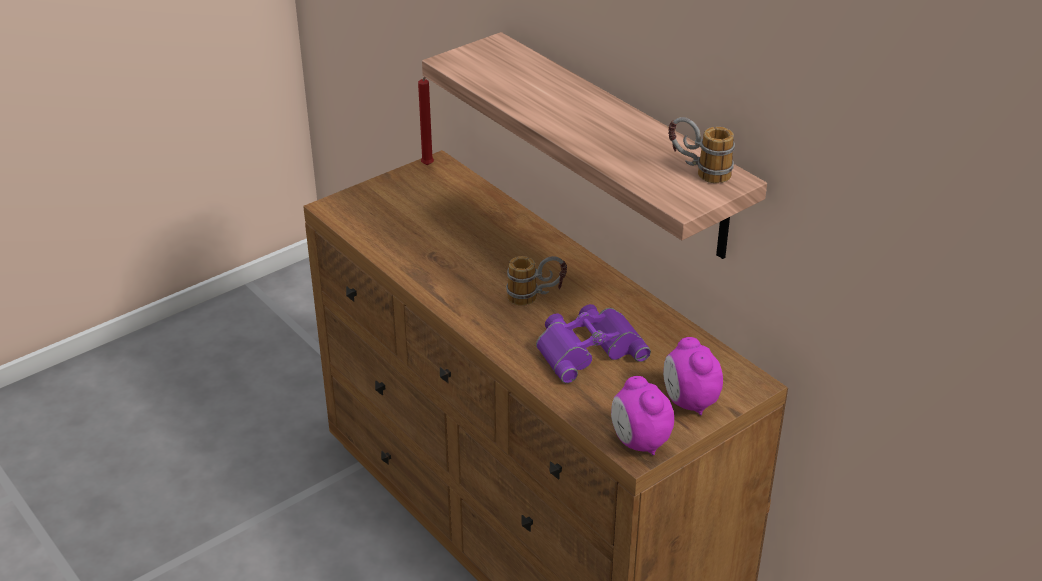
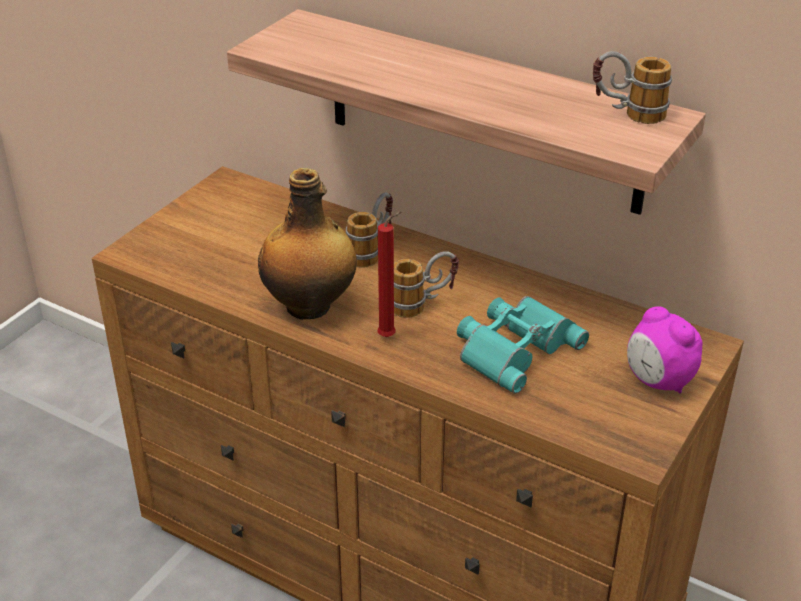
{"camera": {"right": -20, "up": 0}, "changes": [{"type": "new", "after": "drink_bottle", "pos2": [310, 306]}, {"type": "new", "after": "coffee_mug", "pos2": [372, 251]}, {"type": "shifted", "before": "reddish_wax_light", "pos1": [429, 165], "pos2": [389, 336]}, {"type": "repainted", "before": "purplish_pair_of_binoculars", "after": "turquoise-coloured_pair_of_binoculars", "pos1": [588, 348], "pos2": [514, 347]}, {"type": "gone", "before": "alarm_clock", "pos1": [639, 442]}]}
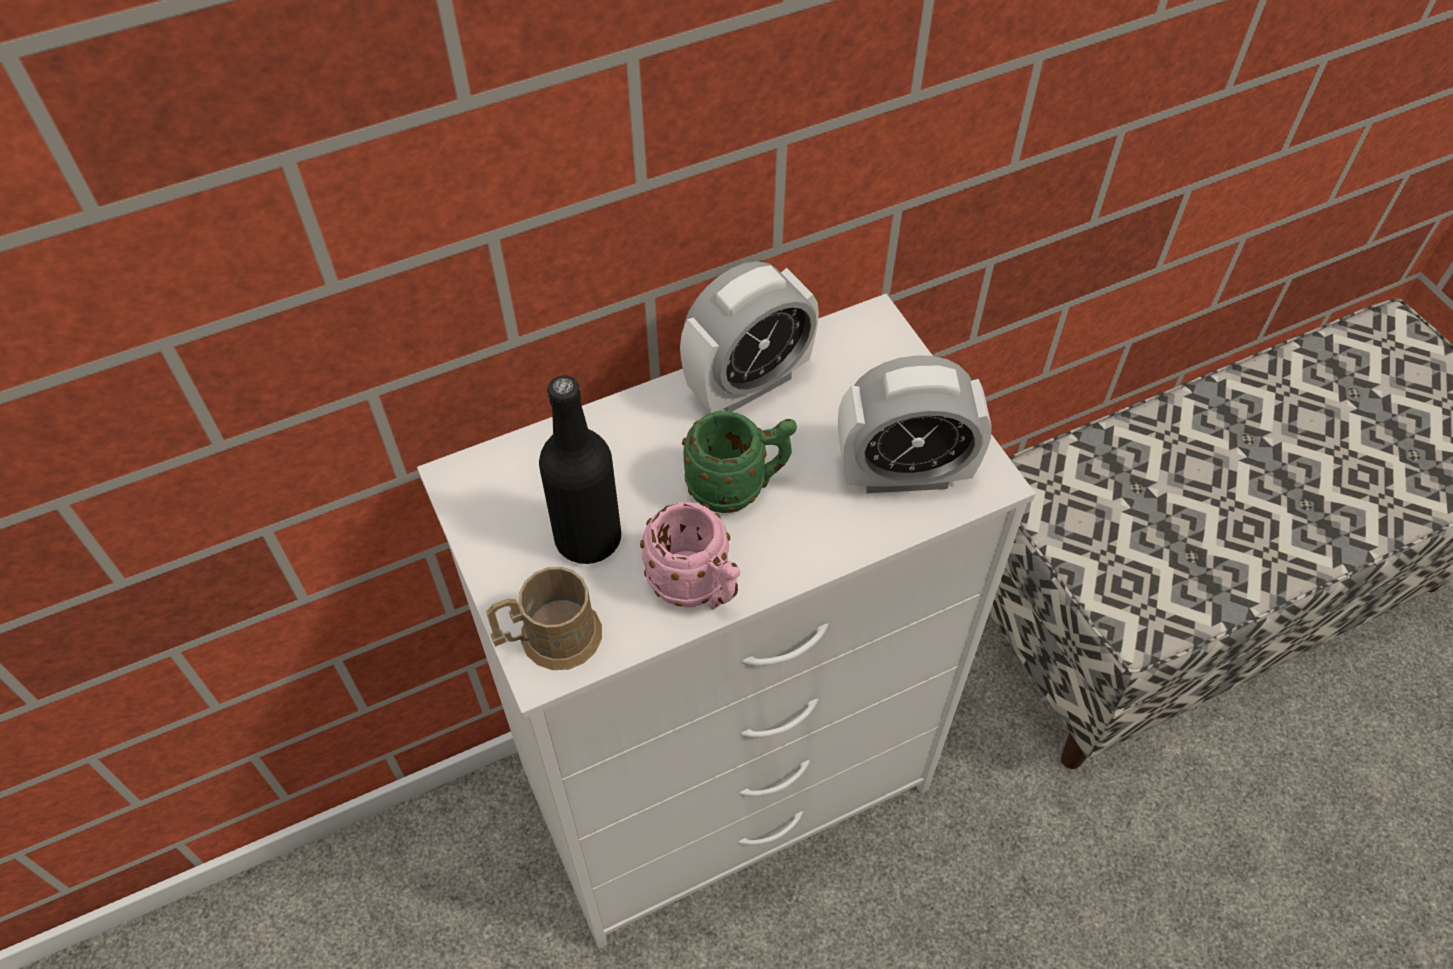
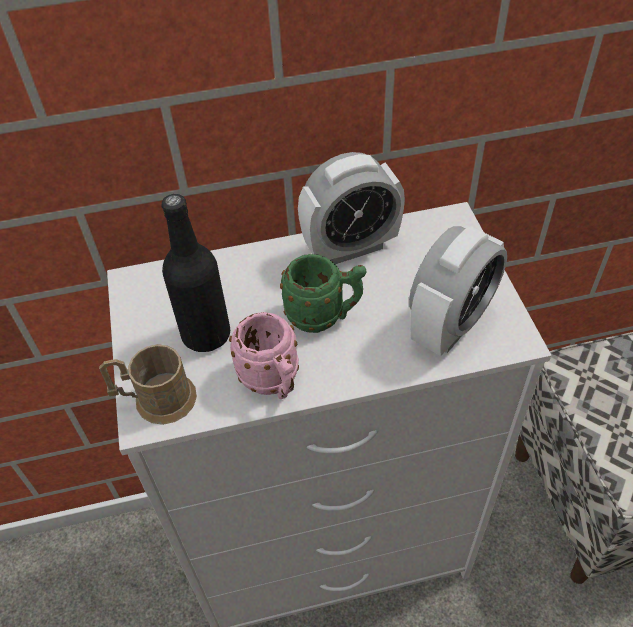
{"camera": {"right": 15, "up": -5}, "changes": [{"type": "rotated", "before": "alarm_clock", "pos1": [904, 474], "pos2": [450, 325], "turn": -60}]}
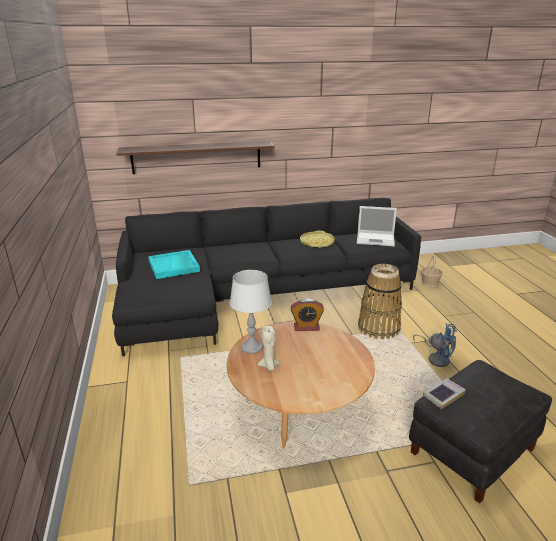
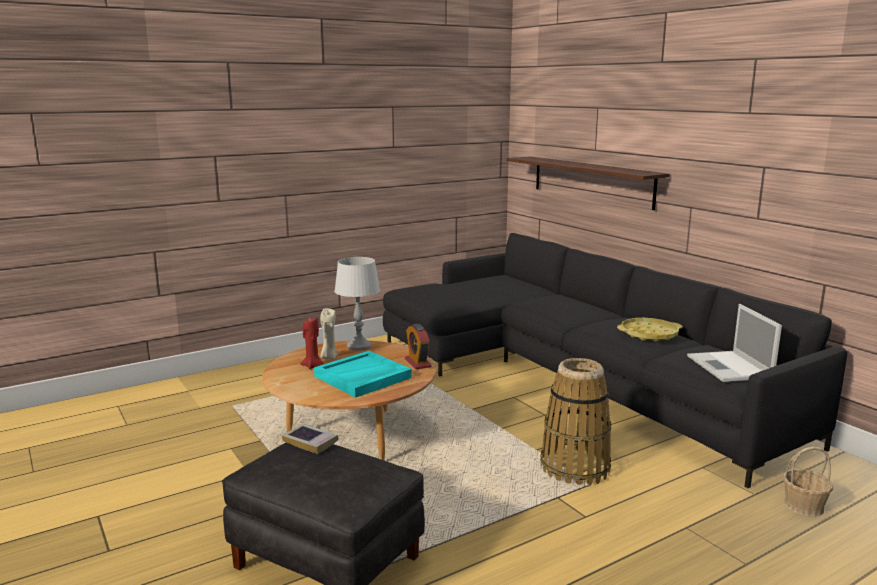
{"camera": {"right": 70, "up": -10}, "changes": [{"type": "new", "after": "reddish_wax_light", "pos2": [312, 366]}, {"type": "shifted", "before": "turquoise-coloured_serving_tray", "pos1": [174, 266], "pos2": [362, 377]}, {"type": "gone", "before": "bluish_electric_fan", "pos1": [436, 358]}]}
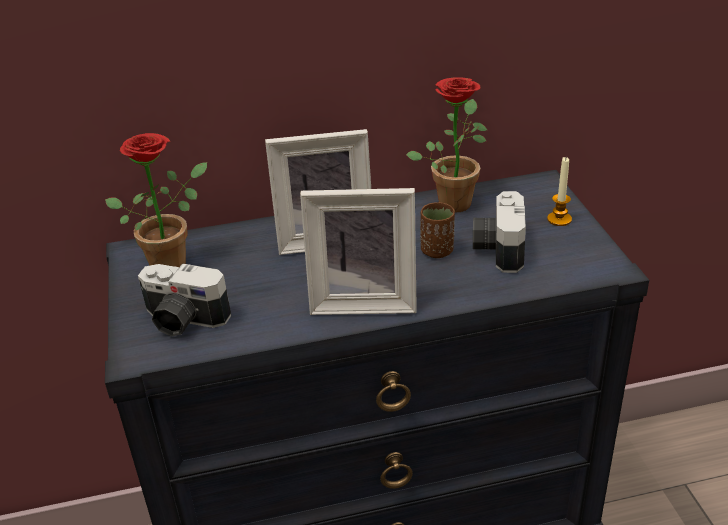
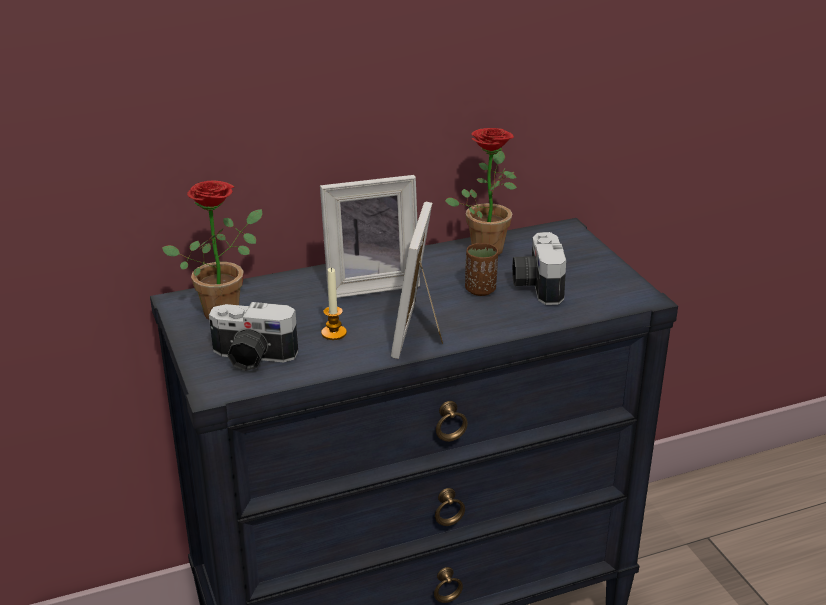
{"camera": {"right": -10, "up": -5}, "changes": [{"type": "shifted", "before": "wax_light", "pos1": [559, 219], "pos2": [334, 333]}, {"type": "rotated", "before": "picture_frame", "pos1": [363, 300], "pos2": [421, 333], "turn": 105}]}
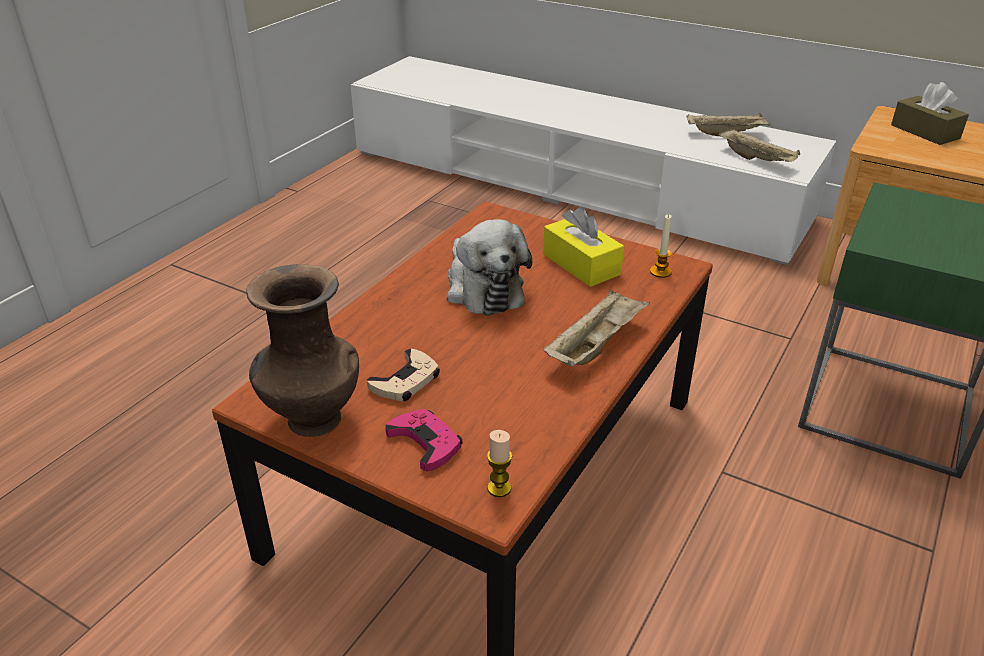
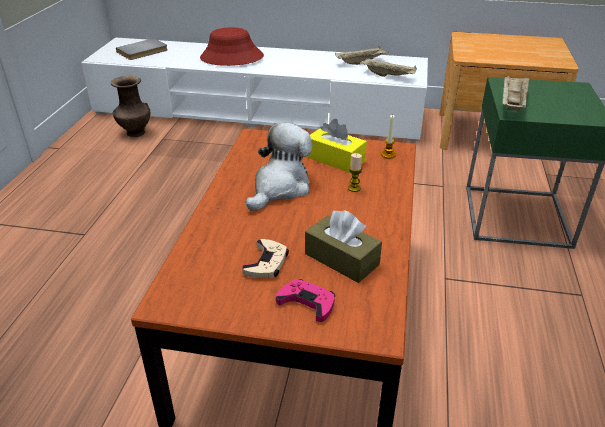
{"camera": {"right": -20, "up": 0}, "changes": [{"type": "shifted", "before": "brown_decorative_vase", "pos1": [312, 420], "pos2": [135, 133]}, {"type": "new", "after": "greyish_bound_book", "pos2": [143, 51]}, {"type": "new", "after": "reddish_clothing_hat", "pos2": [231, 58]}, {"type": "rotated", "before": "soft_toy", "pos1": [483, 288], "pos2": [280, 188], "turn": -105}, {"type": "shifted", "before": "brown_box_of_tissues", "pos1": [925, 132], "pos2": [341, 259]}, {"type": "shifted", "before": "wax_light", "pos1": [499, 488], "pos2": [354, 188]}, {"type": "shifted", "before": "beige-coloured_serving_tray", "pos1": [595, 345], "pos2": [512, 103]}]}
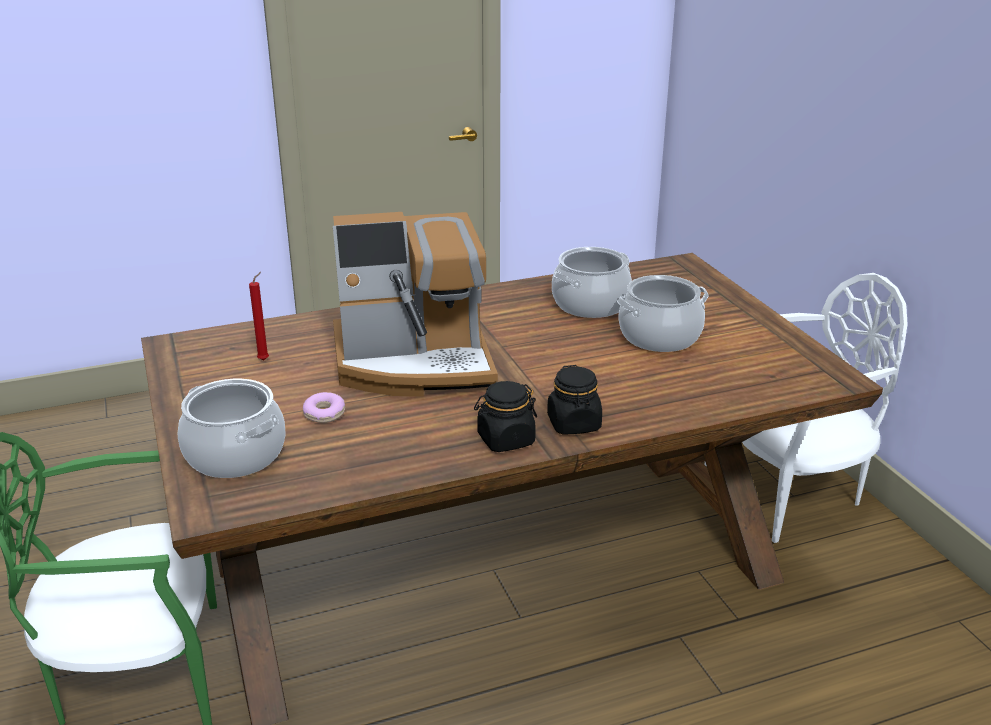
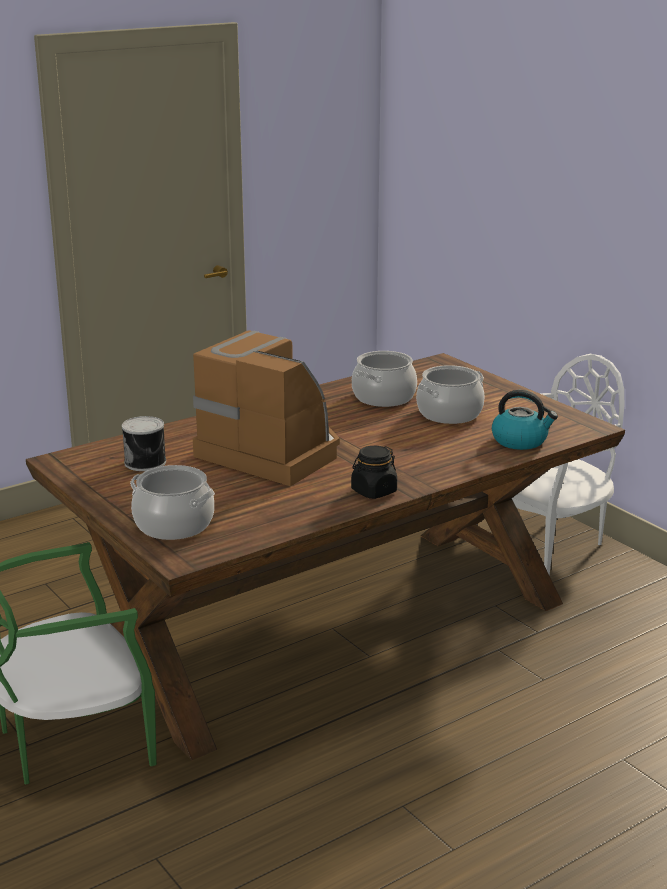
{"camera": {"right": -15, "up": -5}, "changes": [{"type": "swapped", "before": "reddish_wax_light", "after": "can", "pos1": [265, 359], "pos2": [146, 462]}, {"type": "rotated", "before": "coffee_brewer", "pos1": [415, 363], "pos2": [271, 452], "turn": -120}, {"type": "new", "after": "tea_kettle", "pos2": [520, 441]}, {"type": "gone", "before": "donut", "pos1": [324, 414]}, {"type": "gone", "before": "blackish_storage_jar", "pos1": [574, 424]}]}
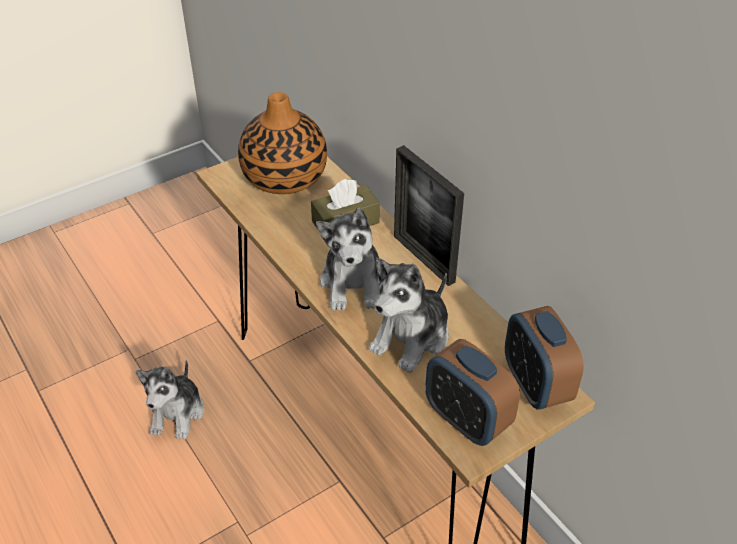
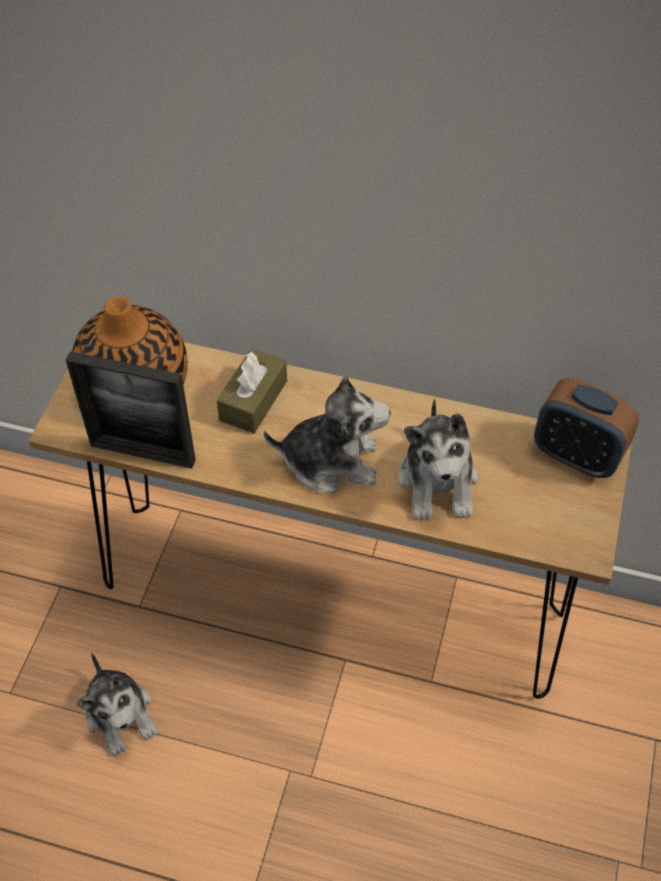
{"camera": {"right": -40, "up": 10}, "changes": [{"type": "shifted", "before": "picture_frame", "pos1": [423, 258], "pos2": [143, 453]}, {"type": "rotated", "before": "soft_toy", "pos1": [354, 283], "pos2": [331, 461], "turn": -45}, {"type": "gone", "before": "alarm_clock", "pos1": [466, 420]}]}
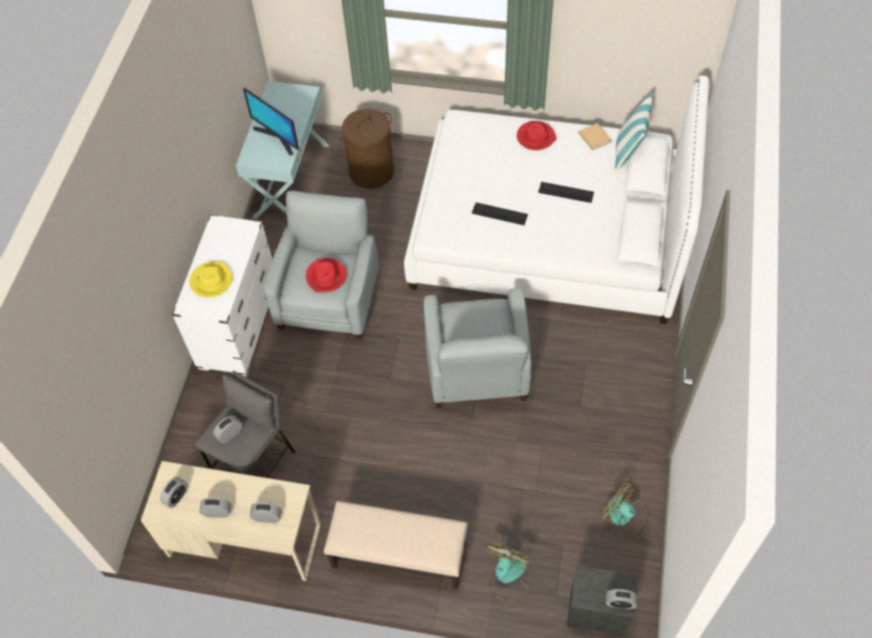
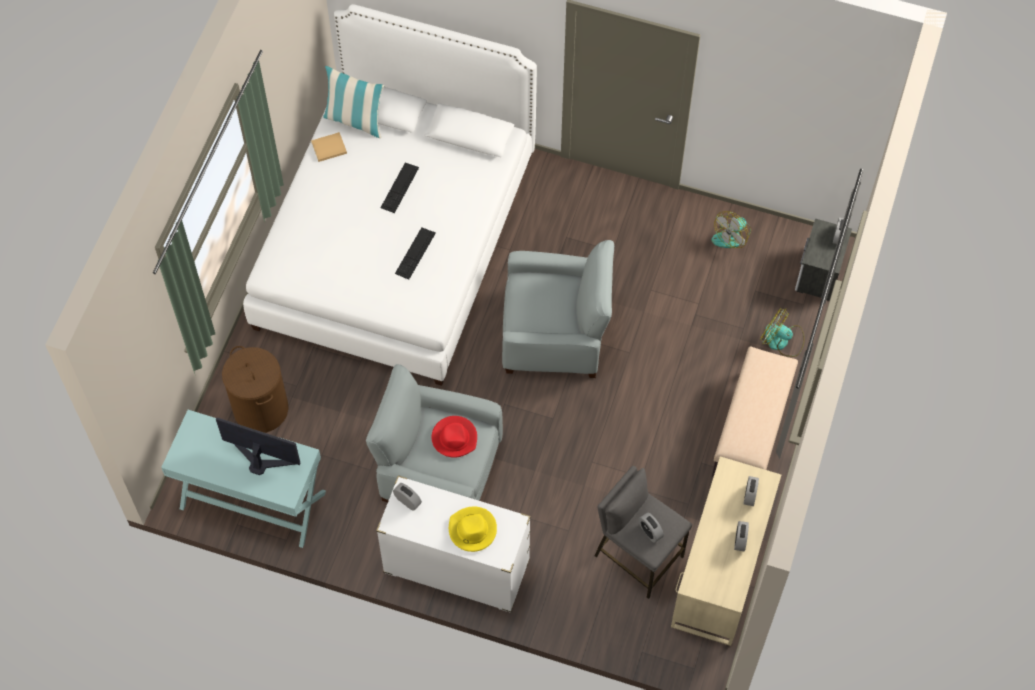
{"camera": {"right": -85, "up": 5}, "changes": [{"type": "rotated", "before": "monitor", "pos1": [278, 137], "pos2": [261, 460], "turn": -120}, {"type": "shifted", "before": "alarm_clock", "pos1": [176, 496], "pos2": [407, 501]}, {"type": "gone", "before": "reddish_clothing_hat", "pos1": [535, 137]}]}
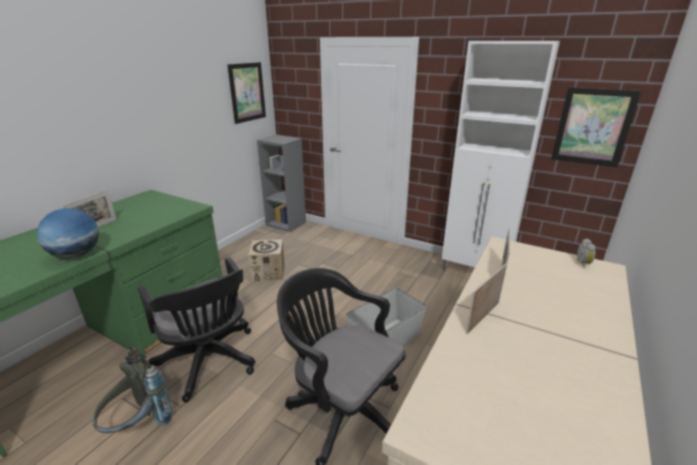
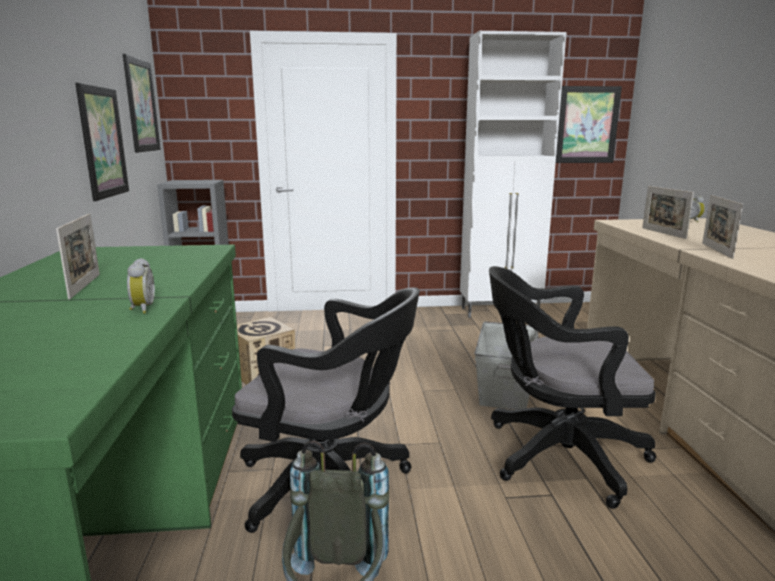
{"camera": {"right": -35, "up": -10}, "changes": [{"type": "new", "after": "wall_picture", "pos2": [103, 142]}, {"type": "swapped", "before": "globe", "after": "alarm_clock", "pos1": [76, 255], "pos2": [141, 309]}]}
